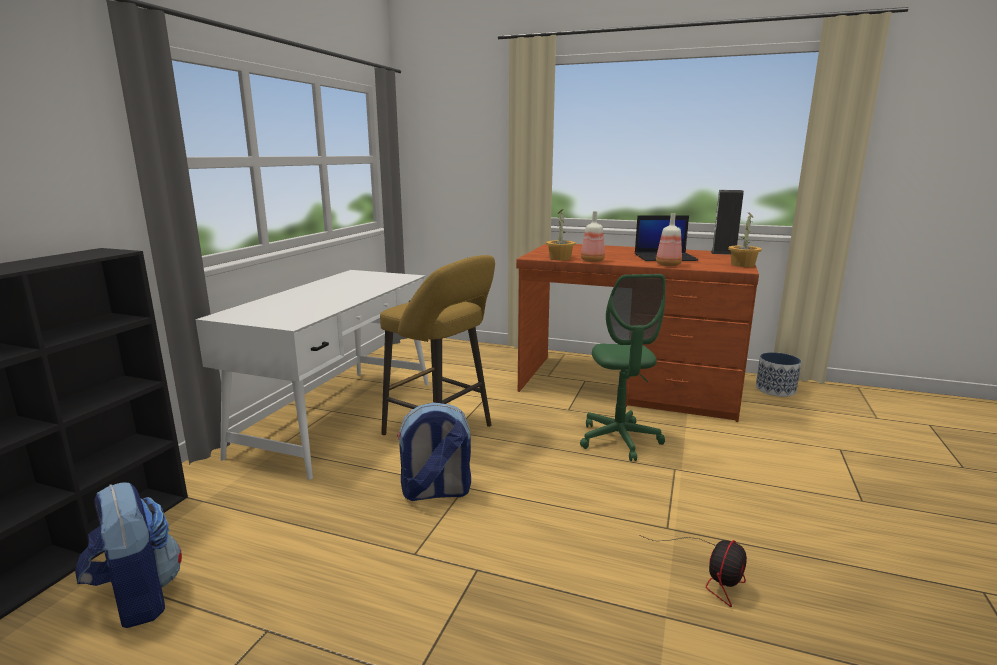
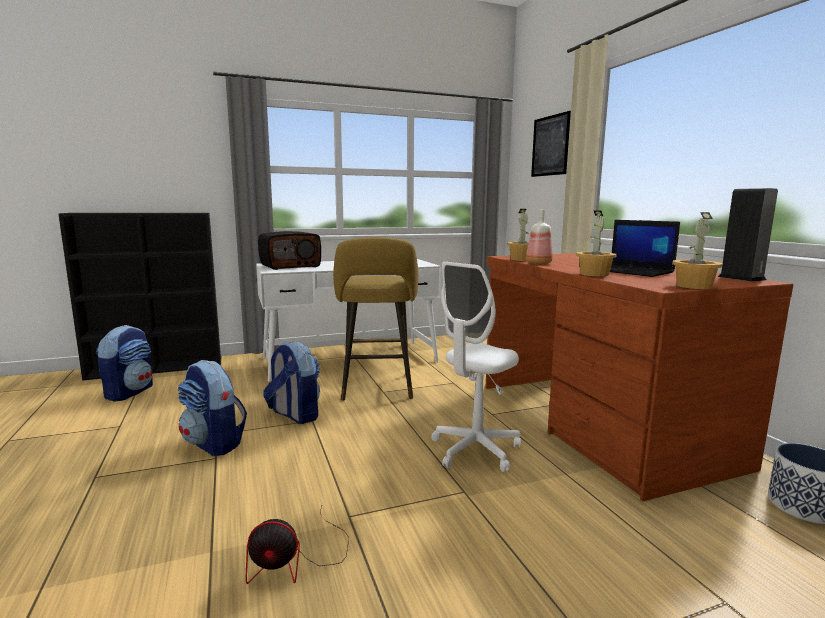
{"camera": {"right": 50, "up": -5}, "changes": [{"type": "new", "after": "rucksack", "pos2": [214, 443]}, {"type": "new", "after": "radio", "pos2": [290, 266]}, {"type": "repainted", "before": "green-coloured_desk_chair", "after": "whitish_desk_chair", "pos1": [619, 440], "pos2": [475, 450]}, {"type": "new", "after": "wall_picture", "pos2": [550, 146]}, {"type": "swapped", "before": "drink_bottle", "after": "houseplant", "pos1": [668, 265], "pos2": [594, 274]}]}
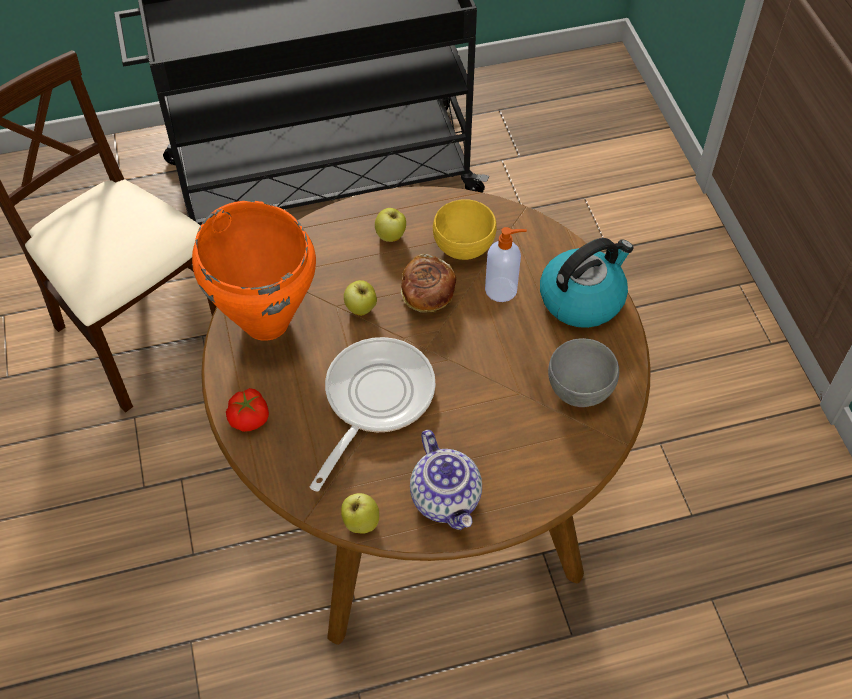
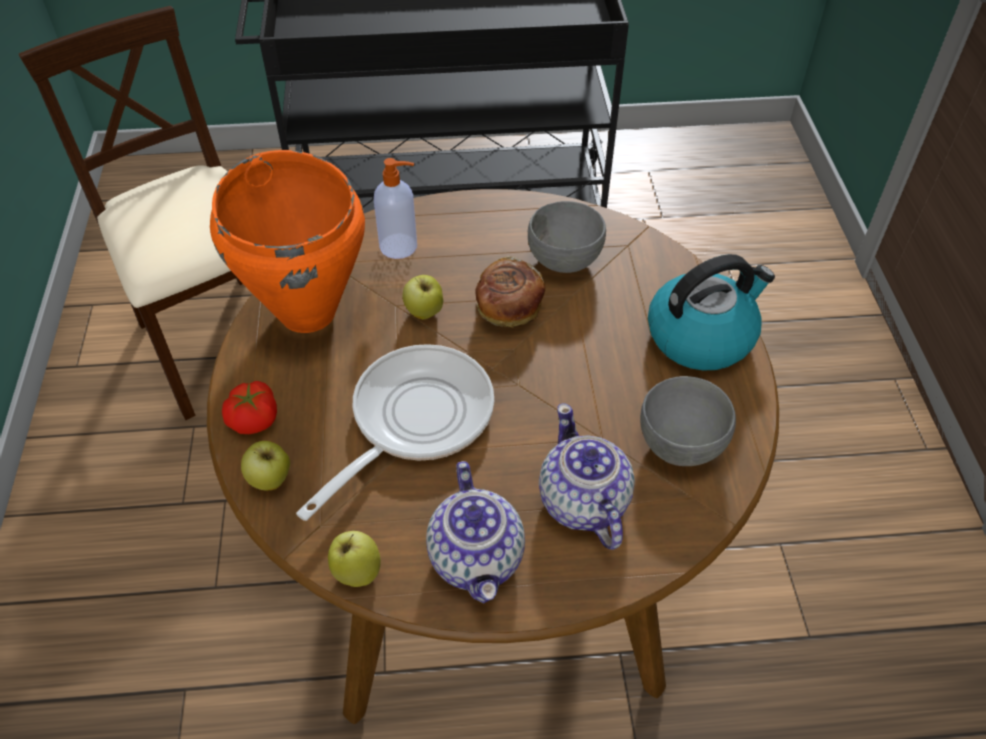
{"camera": {"right": 10, "up": -5}, "changes": [{"type": "shifted", "before": "apple", "pos1": [391, 237], "pos2": [271, 481]}, {"type": "shifted", "before": "liquid_soap_bottle", "pos1": [502, 289], "pos2": [400, 246]}, {"type": "repainted", "before": "yellow-coloured_deep_dish", "after": "greyish_deep_dish", "pos1": [463, 248], "pos2": [563, 261]}, {"type": "new", "after": "teapot", "pos2": [583, 503]}]}
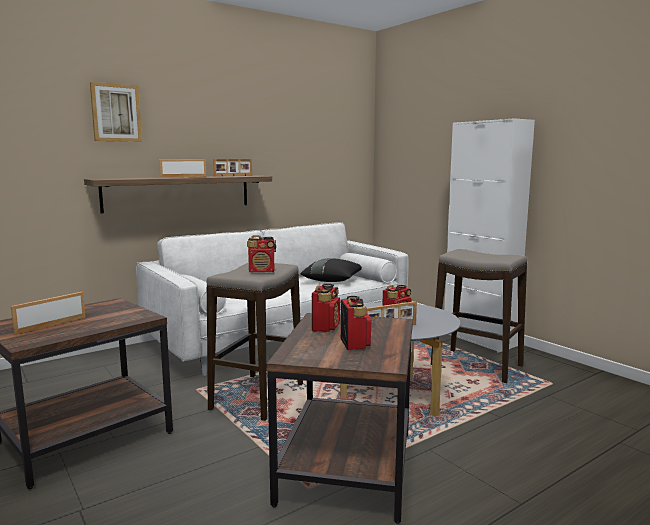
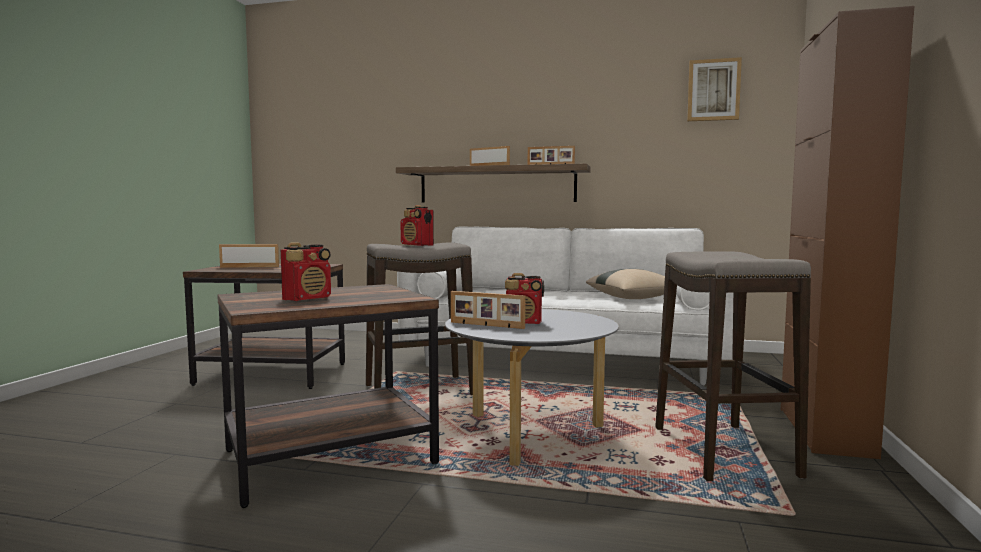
{"camera": {"right": 50, "up": -5}, "changes": [{"type": "repainted", "before": "blackish_pillow", "after": "beige-coloured_pillow", "pos1": [333, 280], "pos2": [633, 298]}, {"type": "shifted", "before": "wall_picture", "pos1": [116, 113], "pos2": [713, 90]}, {"type": "repainted", "before": "whitish_storage_cabinet", "after": "brown_storage_cabinet", "pos1": [479, 339], "pos2": [824, 431]}, {"type": "gone", "before": "radio", "pos1": [326, 327]}]}
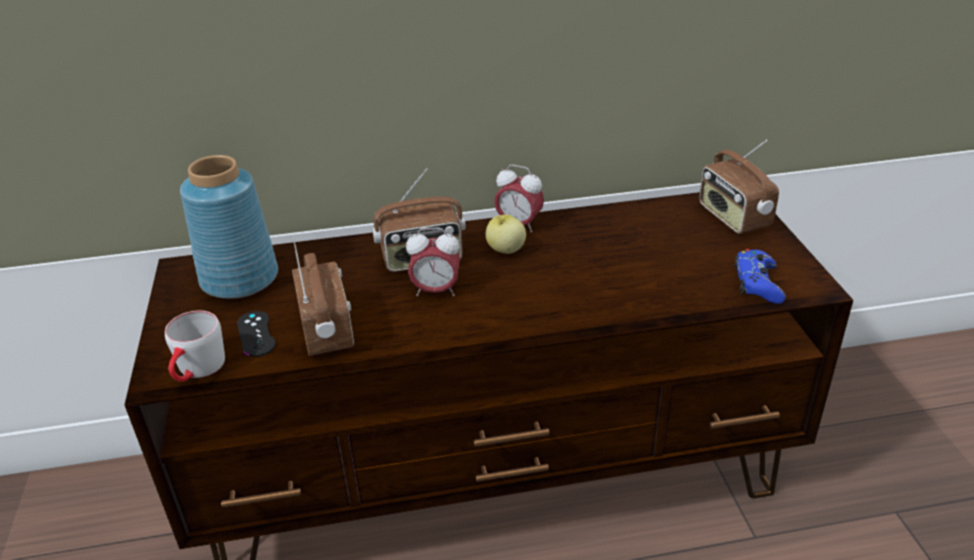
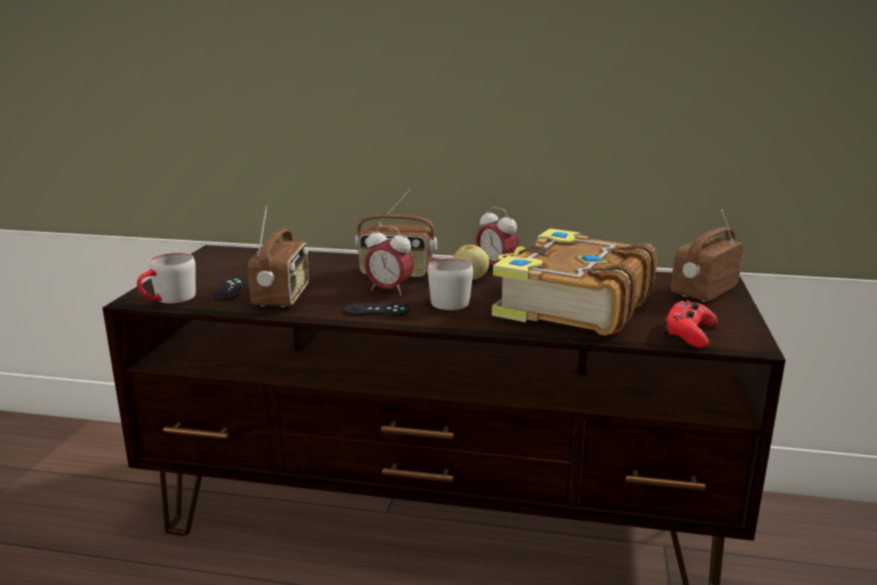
{"camera": {"right": 20, "up": -15}, "changes": [{"type": "new", "after": "blackish_game_controller", "pos2": [376, 310]}, {"type": "new", "after": "greyish_coffee_mug", "pos2": [453, 300]}, {"type": "new", "after": "bound_book", "pos2": [571, 305]}, {"type": "repainted", "before": "bluish_game_controller", "after": "reddish_game_controller", "pos1": [757, 283], "pos2": [689, 333]}, {"type": "rotated", "before": "radio", "pos1": [732, 217], "pos2": [703, 291], "turn": 45}, {"type": "gone", "before": "bluish_decorative_vase", "pos1": [238, 279]}]}
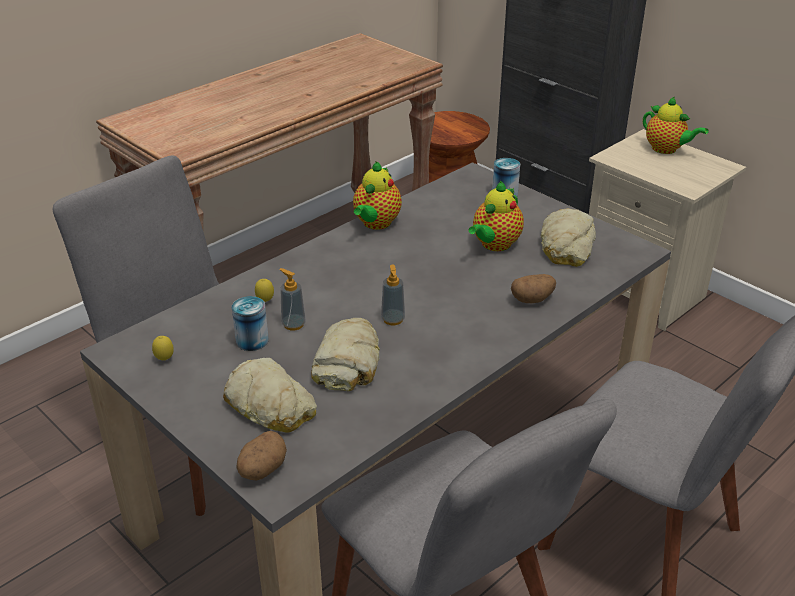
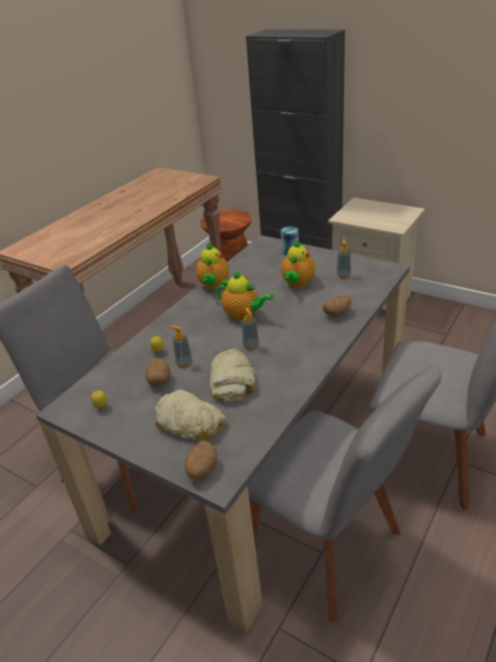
{"camera": {"right": -10, "up": 0}, "changes": [{"type": "swapped", "before": "can", "after": "whole_potato", "pos1": [252, 340], "pos2": [159, 380]}, {"type": "shifted", "before": "teapot", "pos1": [666, 149], "pos2": [243, 315]}, {"type": "swapped", "before": "bakery_bread", "after": "liquid_soap_bottle", "pos1": [566, 246], "pos2": [343, 275]}]}
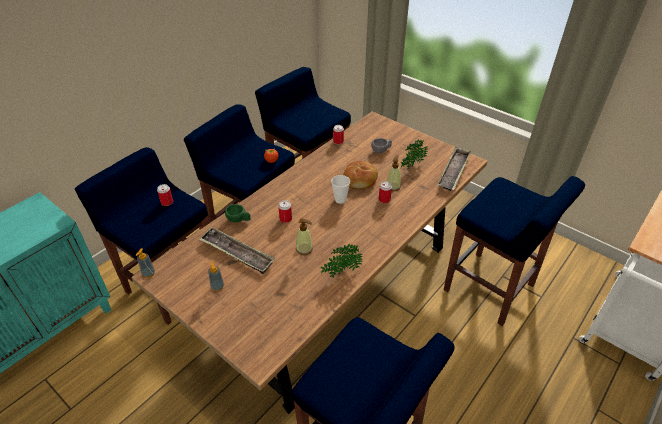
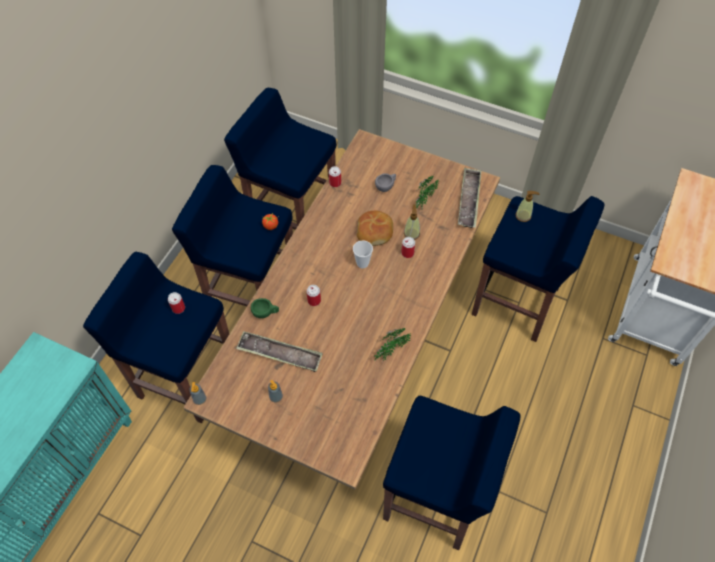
{"camera": {"right": -15, "up": 15}, "changes": [{"type": "shifted", "before": "liquid_soap_bottle", "pos1": [304, 249], "pos2": [523, 216]}]}
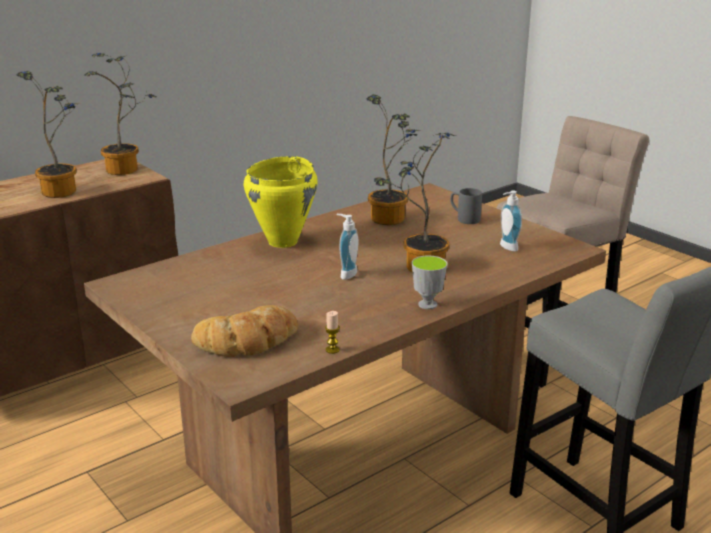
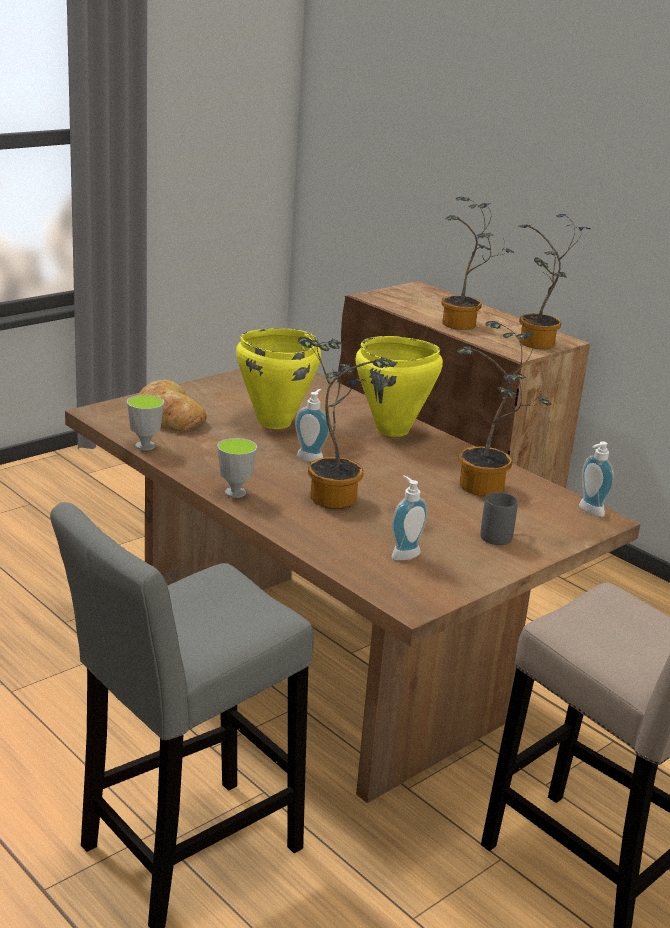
{"camera": {"right": 85, "up": 0}, "changes": [{"type": "swapped", "before": "wax_light", "after": "cup", "pos1": [332, 350], "pos2": [145, 446]}, {"type": "new", "after": "yellow-coloured_cooking_pot", "pos2": [274, 422]}, {"type": "new", "after": "liquid_soap_bottle", "pos2": [589, 511]}]}
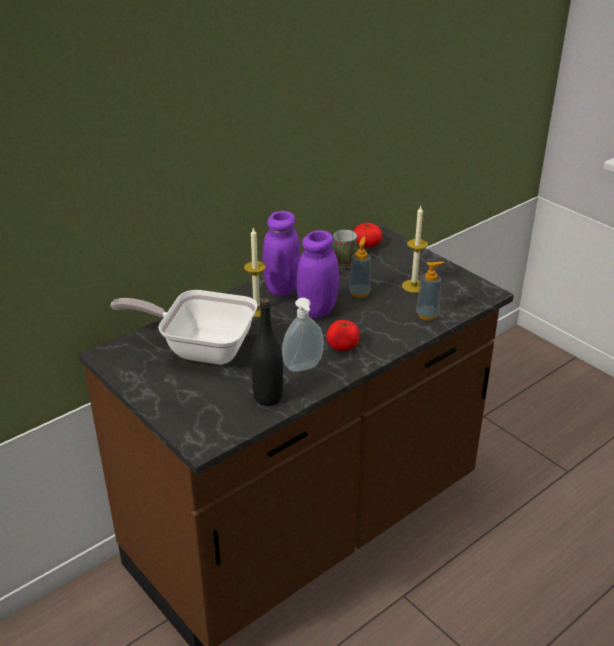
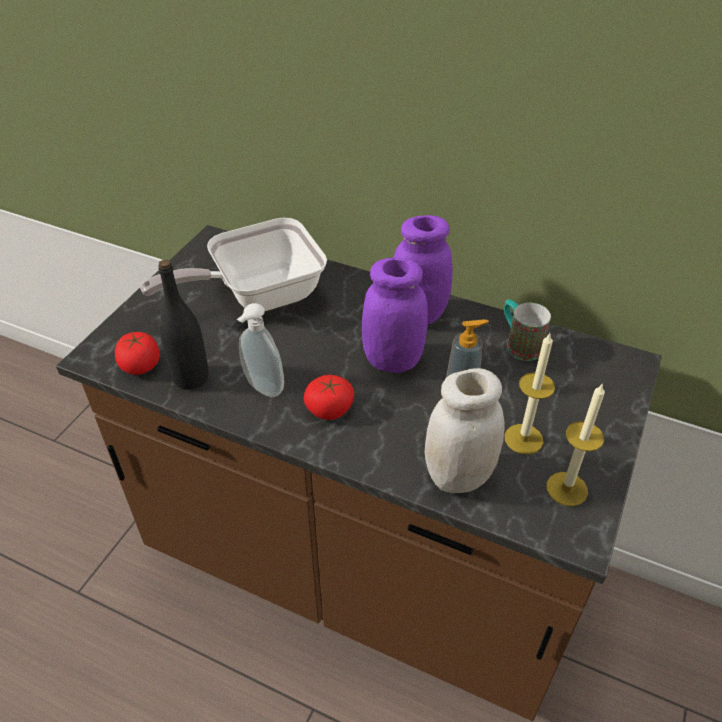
{"camera": {"right": 65, "up": 10}, "changes": [{"type": "shifted", "before": "tomato", "pos1": [366, 244], "pos2": [140, 364]}, {"type": "rotated", "before": "skillet", "pos1": [201, 348], "pos2": [257, 296], "turn": -105}, {"type": "swapped", "before": "liquid_soap_bottle", "after": "whitish_storage_jar", "pos1": [427, 315], "pos2": [458, 476]}, {"type": "shifted", "before": "wax_light", "pos1": [256, 310], "pos2": [567, 489]}]}
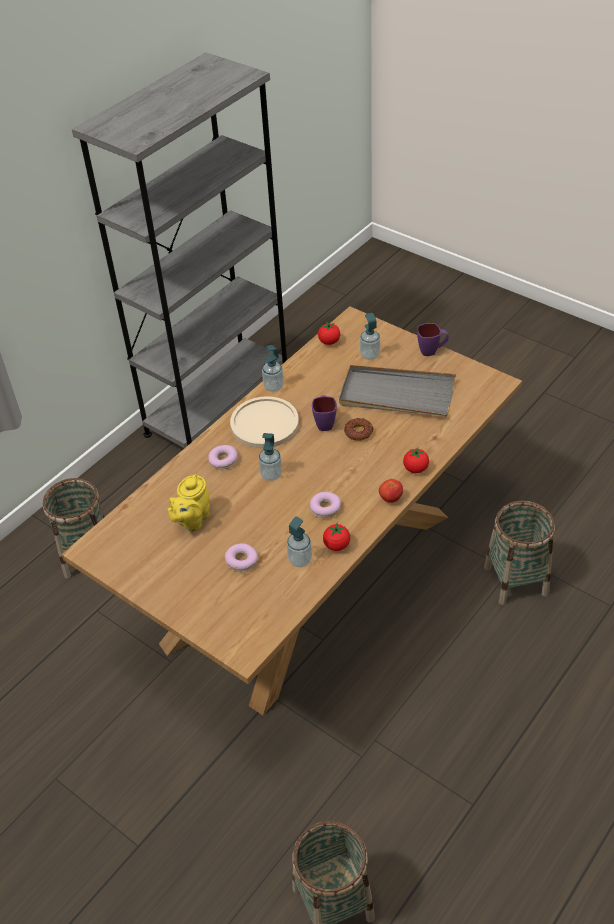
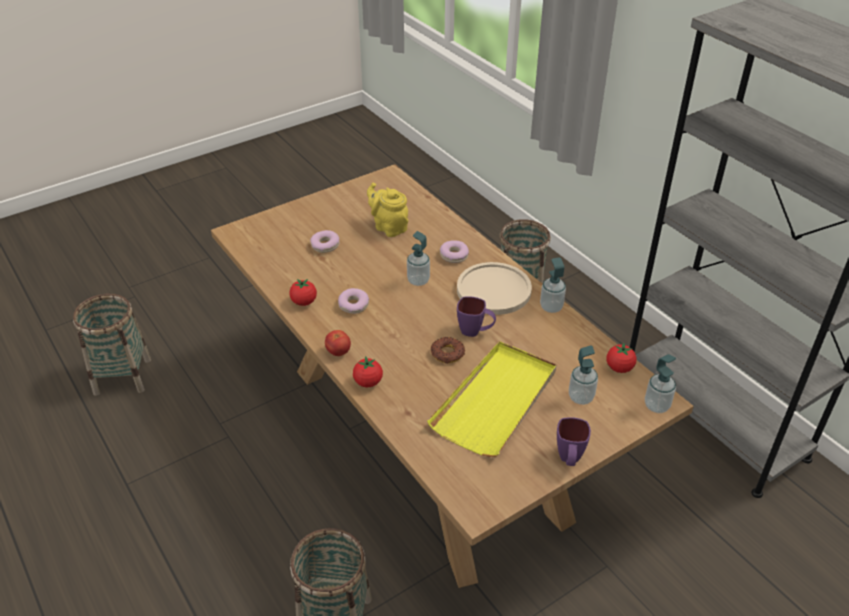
{"camera": {"right": 105, "up": -5}, "changes": [{"type": "repainted", "before": "greyish_serving_tray", "after": "yellow-coloured_serving_tray", "pos1": [396, 395], "pos2": [496, 401]}, {"type": "shifted", "before": "liquid_soap_bottle", "pos1": [300, 560], "pos2": [656, 406]}]}
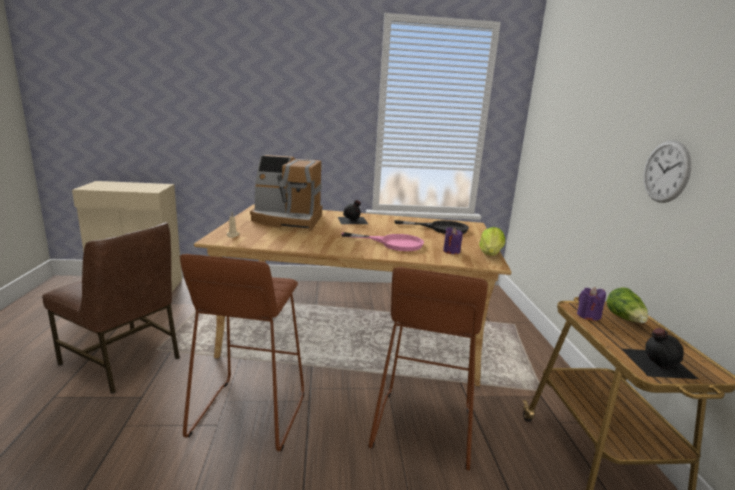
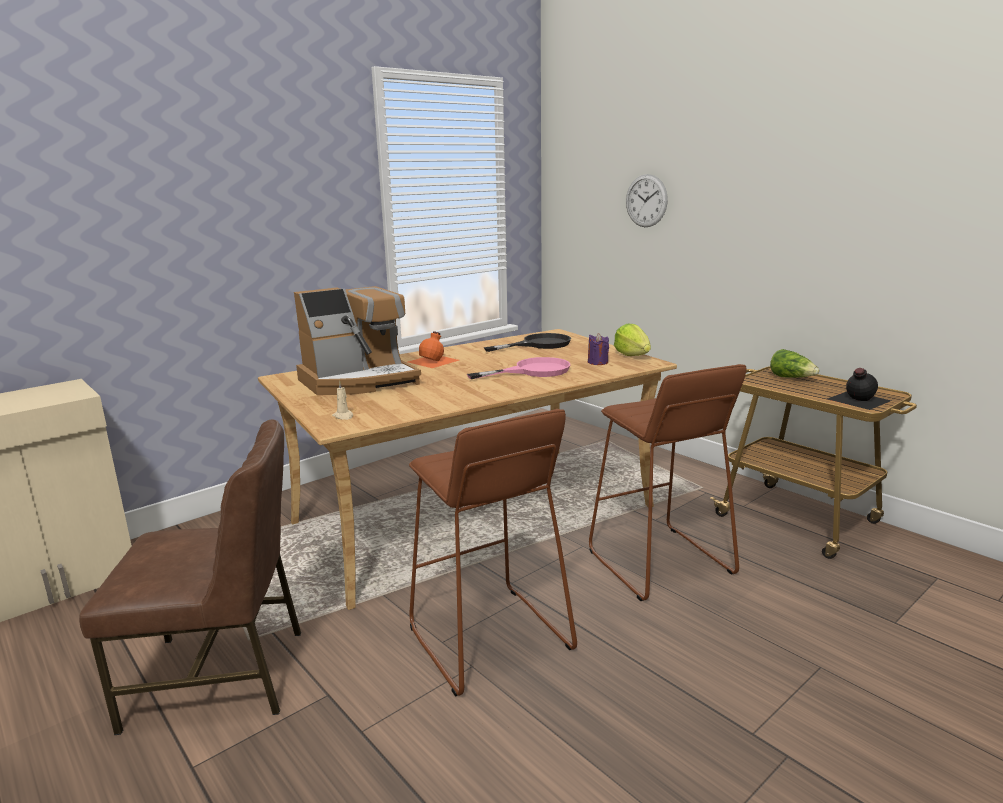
{"camera": {"right": -35, "up": 0}, "changes": [{"type": "repainted", "before": "blackish_drink_bottle", "after": "orange-coloured_drink_bottle", "pos1": [353, 220], "pos2": [434, 361]}, {"type": "shifted", "before": "wall_clock", "pos1": [666, 171], "pos2": [646, 201]}, {"type": "gone", "before": "purplish_wax_light", "pos1": [588, 316]}]}
